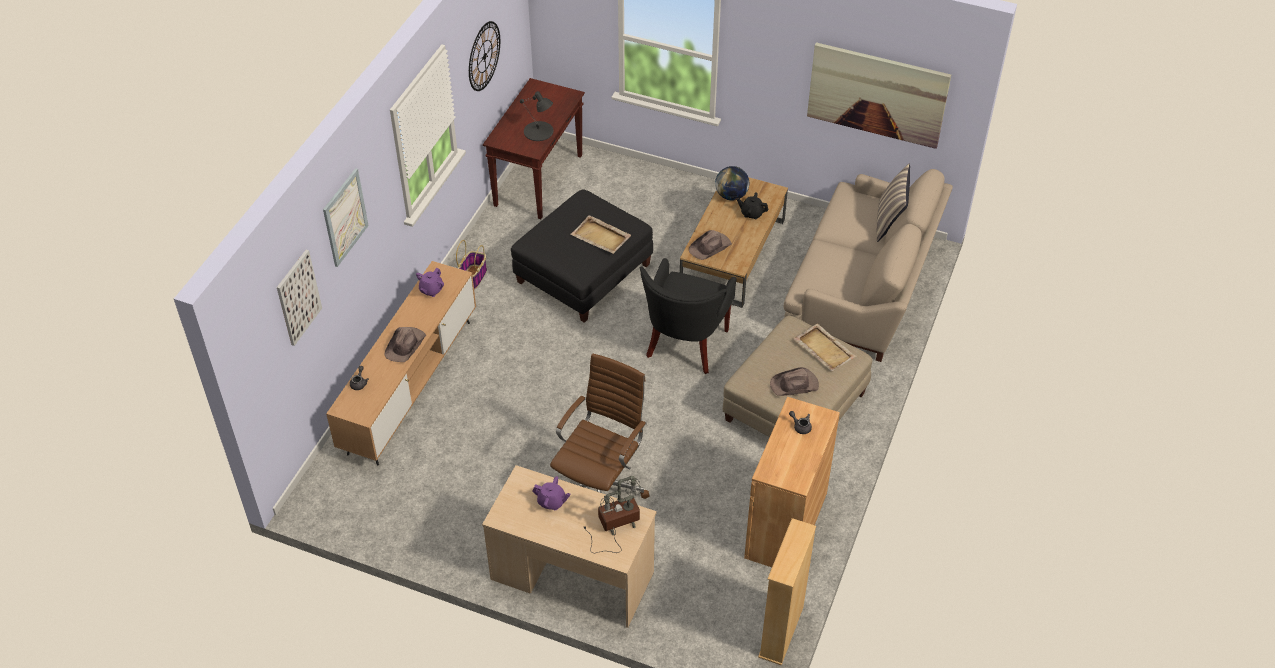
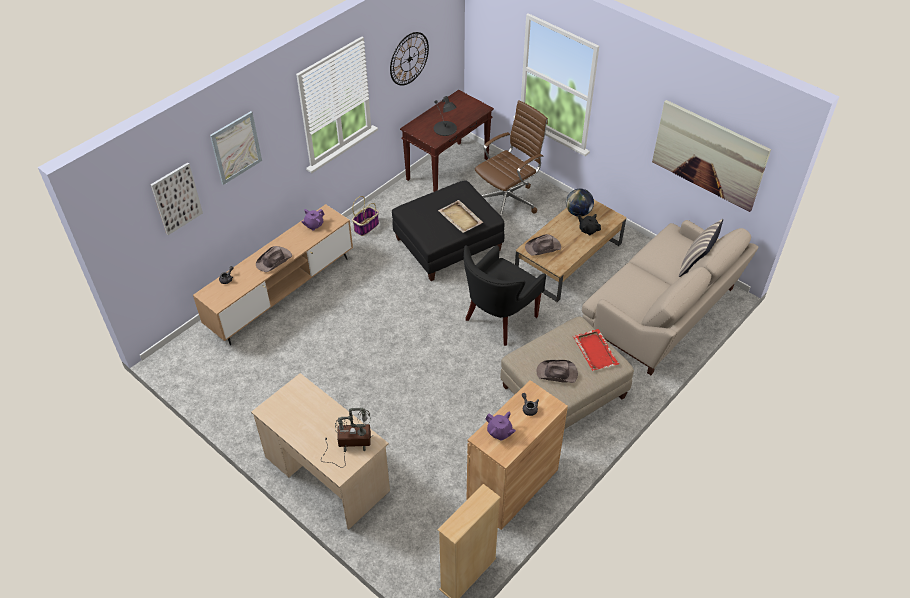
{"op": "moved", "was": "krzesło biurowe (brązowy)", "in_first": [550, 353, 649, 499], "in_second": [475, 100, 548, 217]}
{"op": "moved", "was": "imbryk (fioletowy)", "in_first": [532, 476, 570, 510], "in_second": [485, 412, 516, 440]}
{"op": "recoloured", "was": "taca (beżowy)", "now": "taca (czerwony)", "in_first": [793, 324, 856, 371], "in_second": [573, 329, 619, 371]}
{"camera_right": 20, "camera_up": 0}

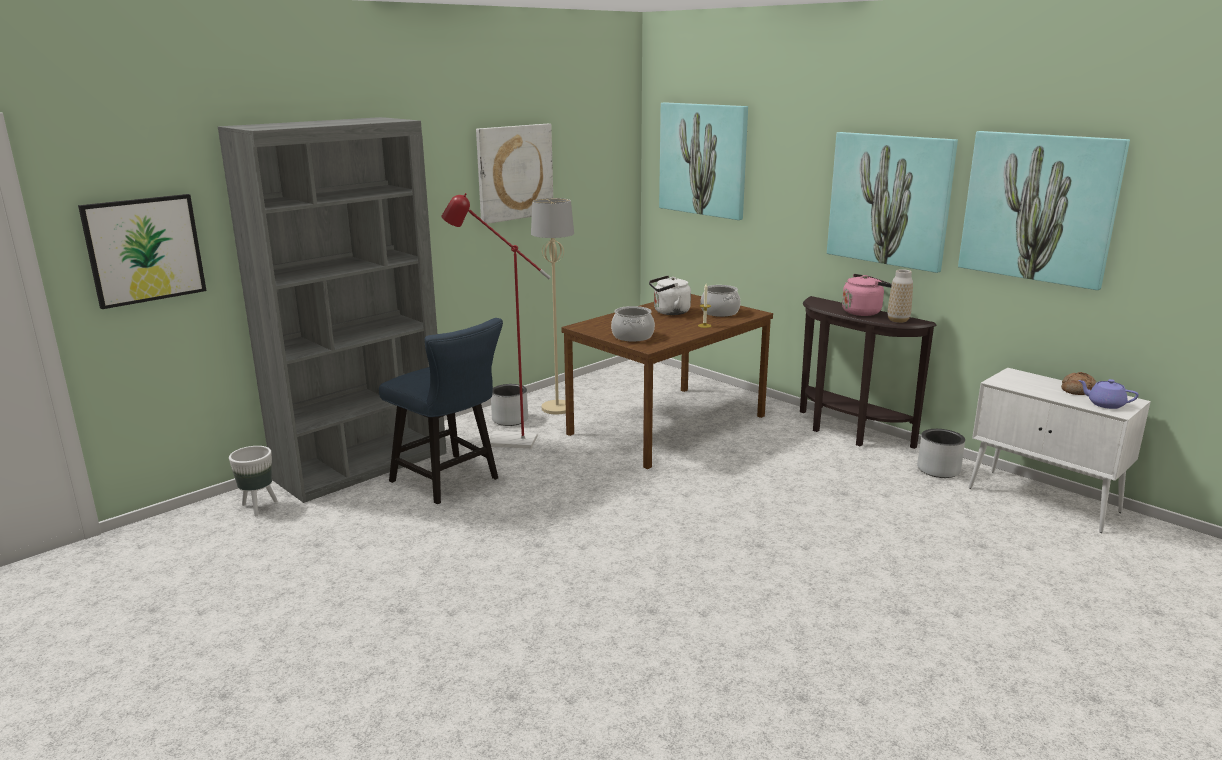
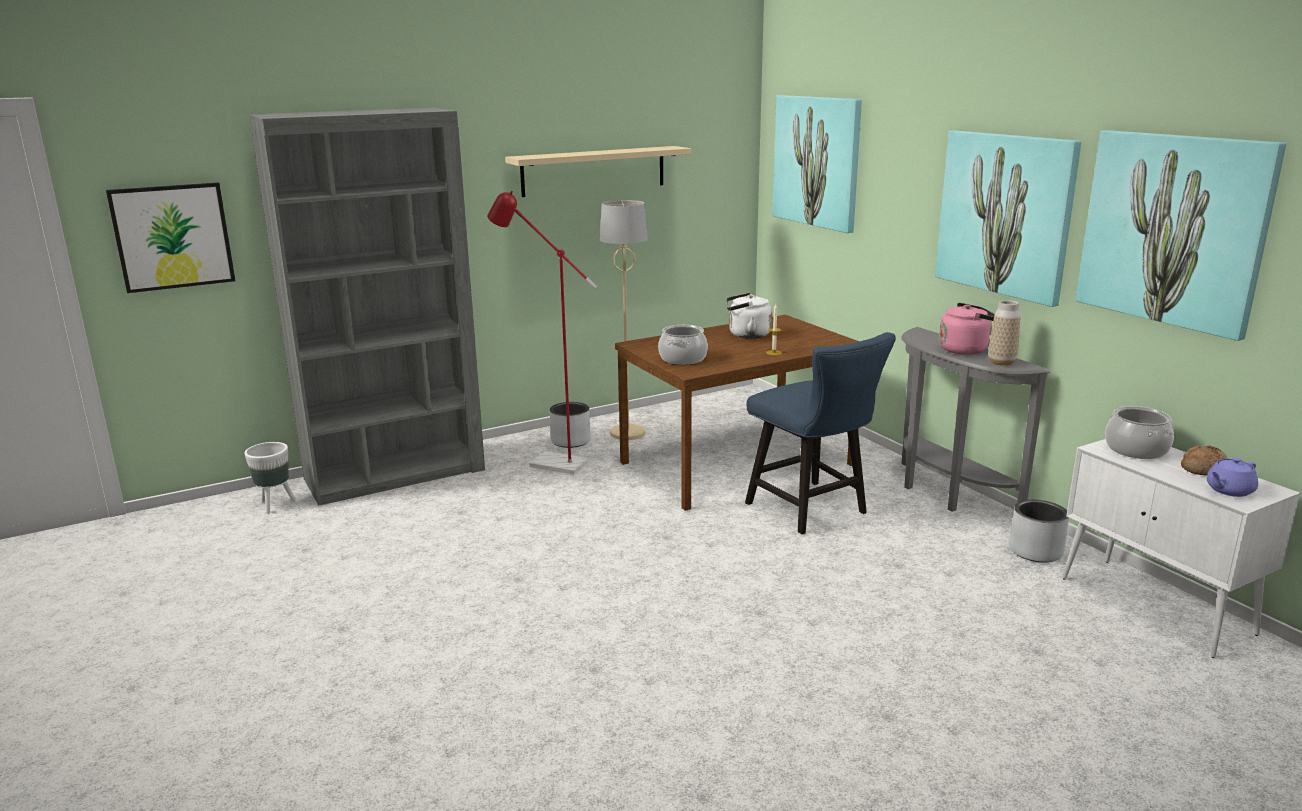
{"op": "replaced", "was": "obraz", "now": "półka (beżowy)", "in_first": [476, 124, 553, 224], "in_second": [505, 146, 691, 197]}
{"op": "moved", "was": "krzesło (niebieski)", "in_first": [379, 318, 503, 504], "in_second": [745, 332, 896, 534]}
{"op": "recoloured", "was": "stolik konsolowy (brązowy)", "now": "stolik konsolowy (szary)", "in_first": [800, 296, 937, 449], "in_second": [901, 327, 1050, 512]}
{"op": "moved", "was": "garnek", "in_first": [700, 285, 741, 317], "in_second": [1105, 406, 1174, 459]}
{"op": "turned", "was": "imbryk (fioletowy)", "in_first": [1078, 379, 1139, 409], "in_second": [1206, 457, 1258, 497], "clockwise": -75}
{"camera_right": 15, "camera_up": 0}

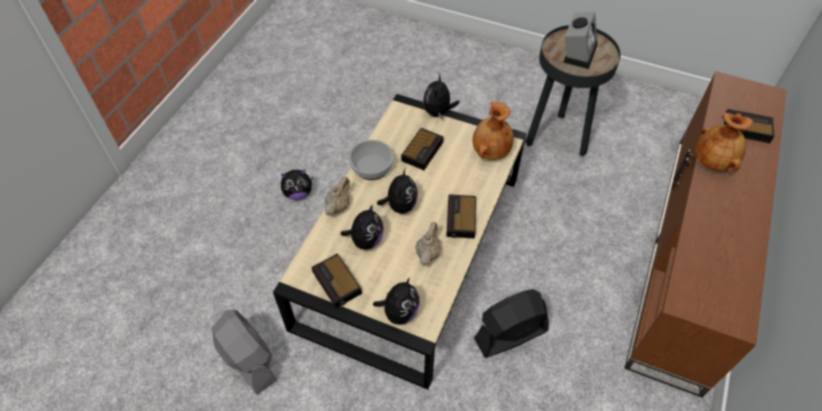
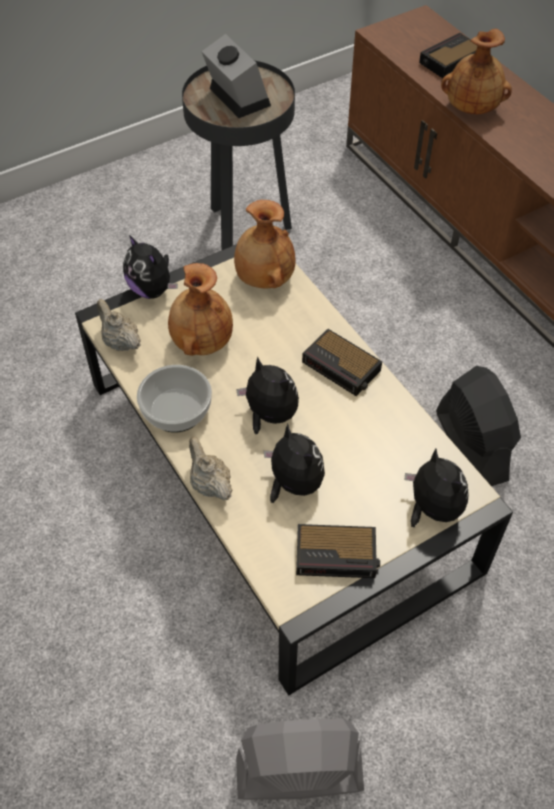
{"op": "moved", "was": "imbryk (beżowy)", "in_first": [416, 222, 441, 266], "in_second": [97, 299, 141, 351]}
{"op": "replaced", "was": "budzik", "now": "wazon (brązowy)", "in_first": [401, 128, 444, 170], "in_second": [168, 263, 233, 356]}
{"op": "turned", "was": "wentylator (czarny)", "in_first": [474, 289, 549, 358], "in_second": [436, 366, 521, 486], "clockwise": 150}
{"op": "removed", "was": "pluszak", "in_first": [281, 170, 313, 200]}
{"camera_right": -55, "camera_up": 0}

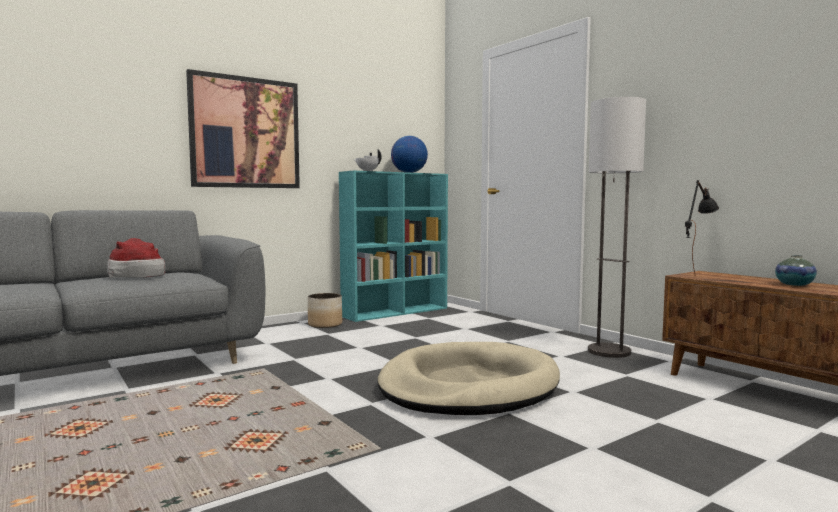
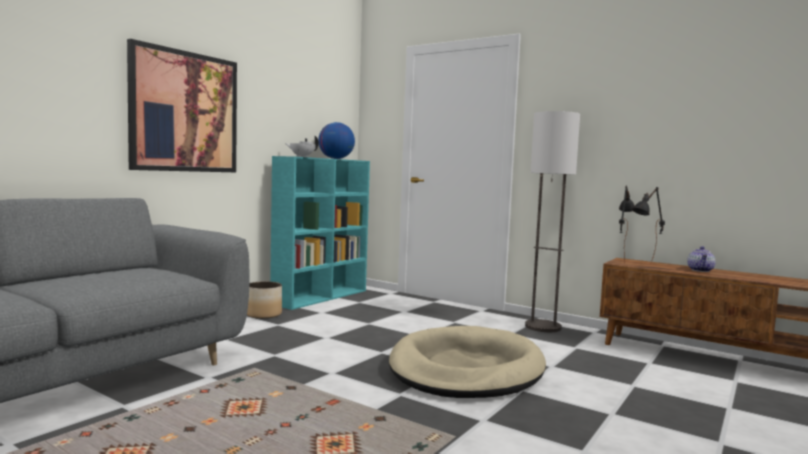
{"op": "added", "now": "lampa stołowa (czarny)", "in_second": [632, 187, 665, 262]}
{"op": "replaced", "was": "wazon", "now": "imbryk", "in_first": [775, 255, 817, 286], "in_second": [687, 246, 715, 272]}
{"op": "removed", "was": "kapelusz", "in_first": [107, 238, 165, 278]}
{"camera_right": -20, "camera_up": 0}

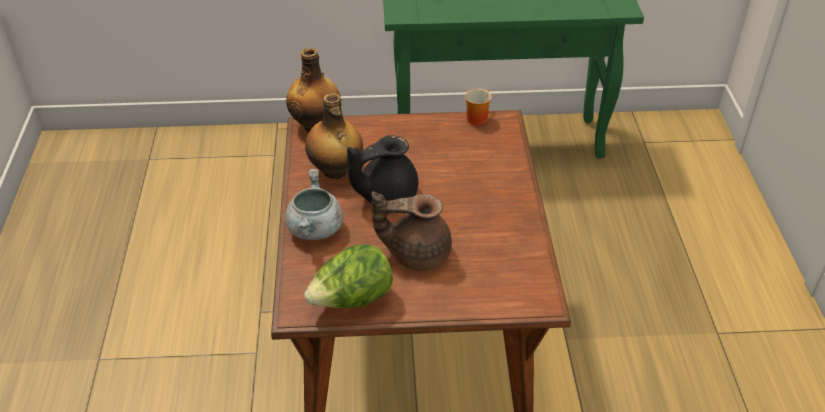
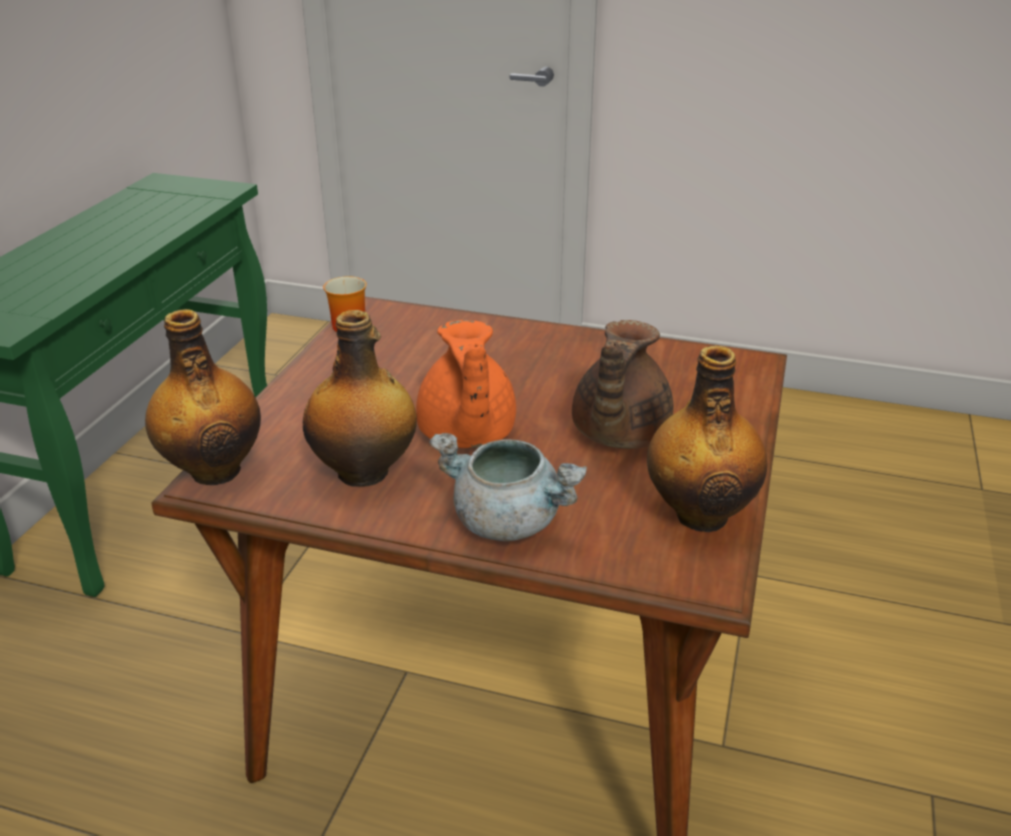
{"op": "recoloured", "was": "imbryk (czarny)", "now": "imbryk (pomarańczowy)", "in_first": [347, 135, 418, 204], "in_second": [416, 320, 516, 448]}
{"op": "replaced", "was": "sałata", "now": "butelka", "in_first": [304, 244, 393, 308], "in_second": [647, 345, 767, 532]}
{"camera_right": -70, "camera_up": -10}

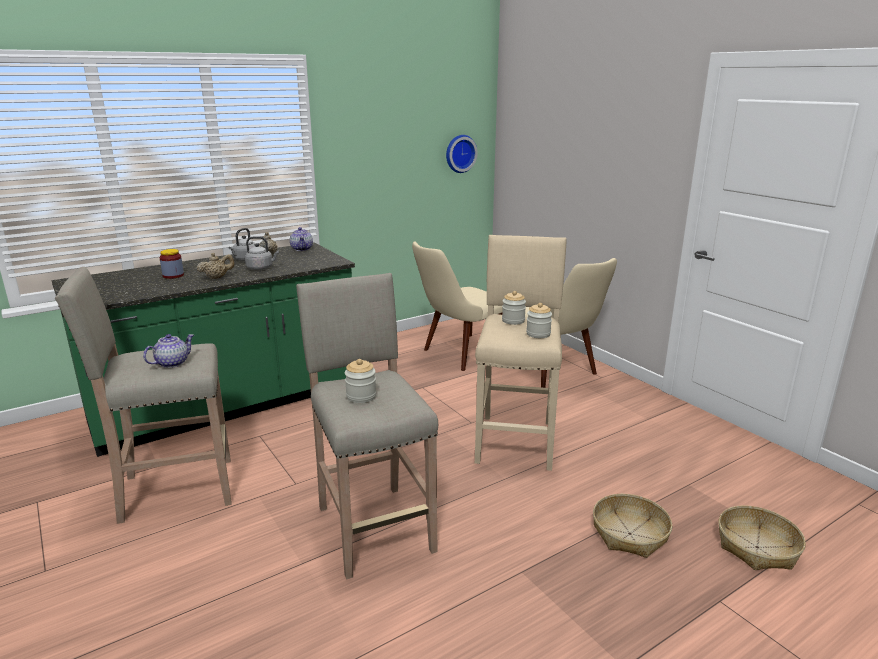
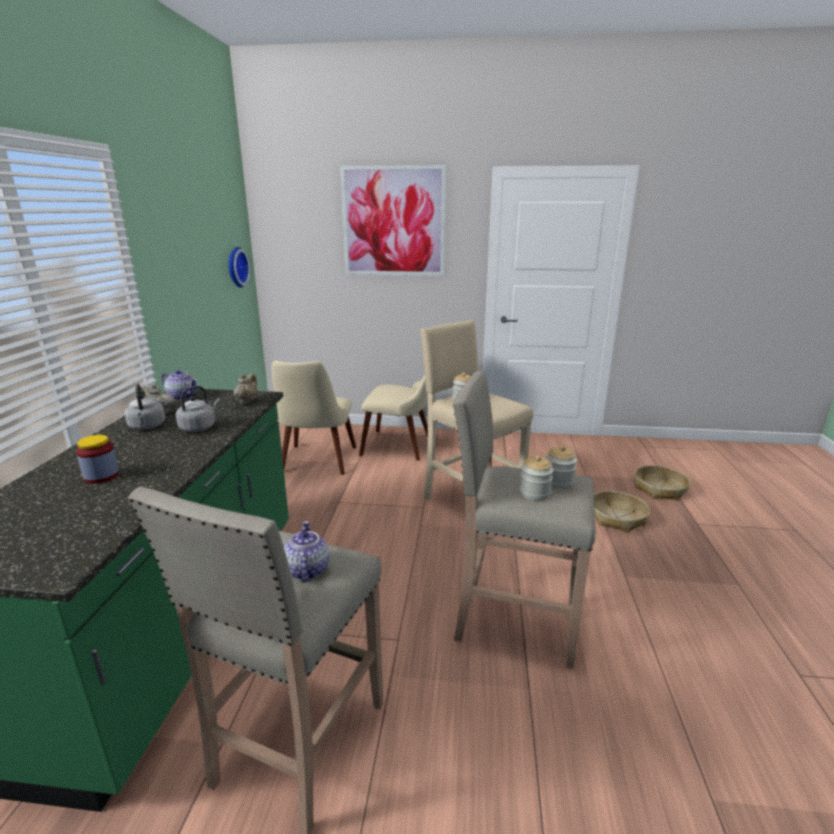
{"op": "moved", "was": "imbryk (beżowy)", "in_first": [196, 253, 235, 279], "in_second": [233, 373, 258, 404]}
{"op": "added", "now": "obraz", "in_second": [340, 165, 446, 276]}
{"op": "moved", "was": "słoik", "in_first": [526, 303, 552, 338], "in_second": [546, 445, 577, 489]}
{"camera_right": -50, "camera_up": 0}

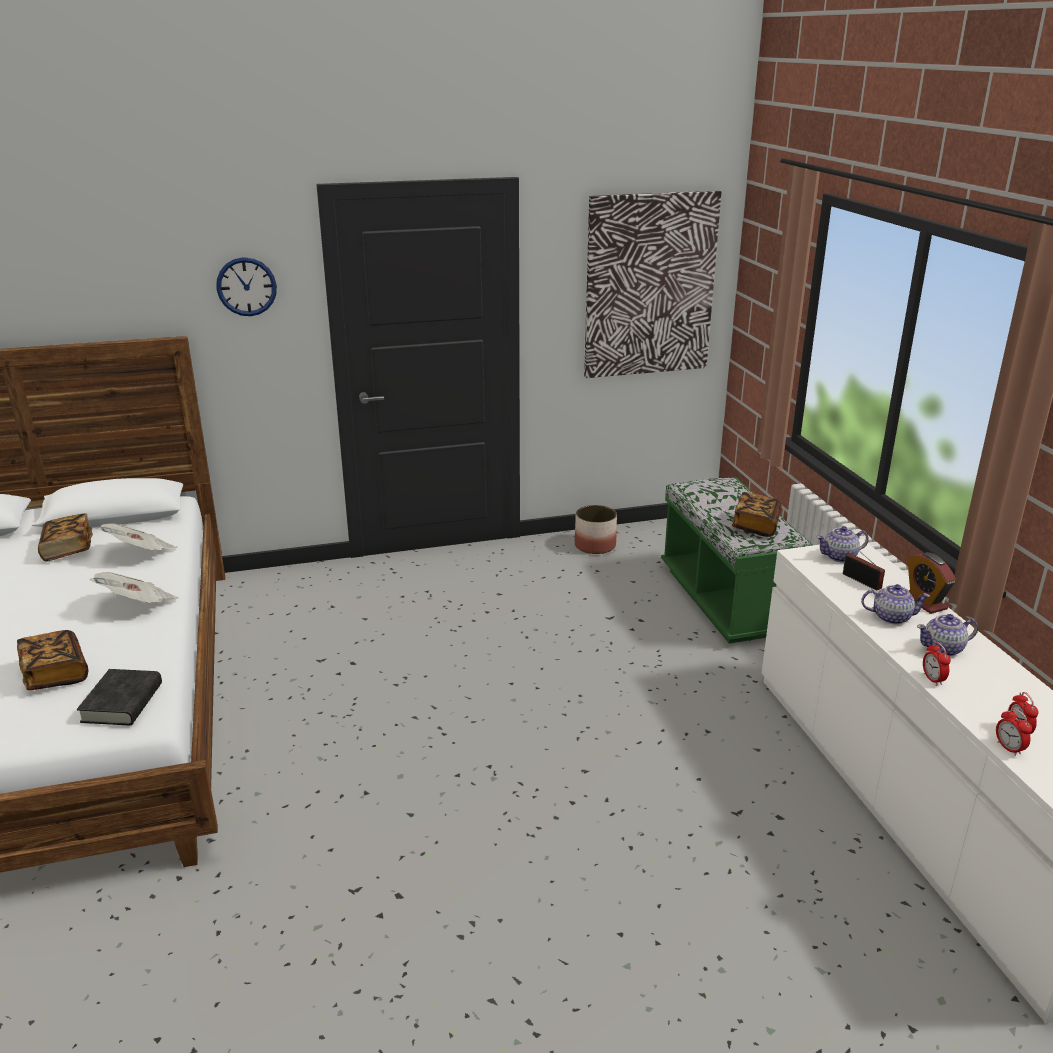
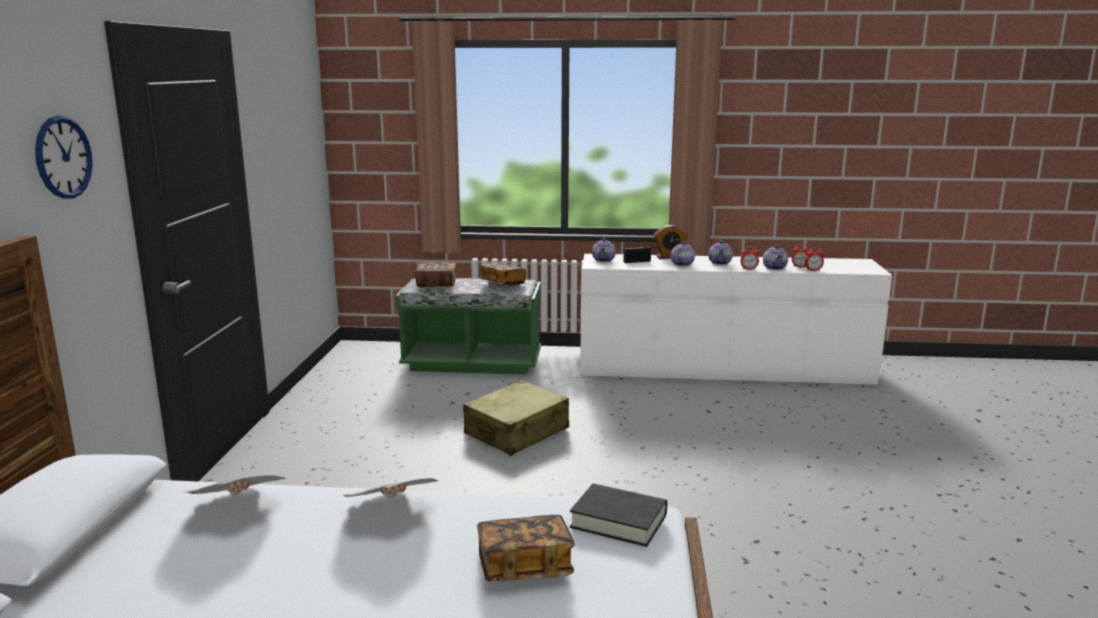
{"op": "moved", "was": "książka", "in_first": [38, 513, 93, 562], "in_second": [415, 262, 457, 287]}
{"op": "added", "now": "walizka (beżowy)", "in_second": [463, 380, 569, 455]}
{"op": "added", "now": "imbryk", "in_second": [763, 245, 788, 270]}
{"op": "removed", "was": "donica", "in_first": [575, 505, 617, 554]}
{"op": "removed", "was": "obraz", "in_first": [584, 190, 721, 378]}
{"camera_right": -70, "camera_up": -10}

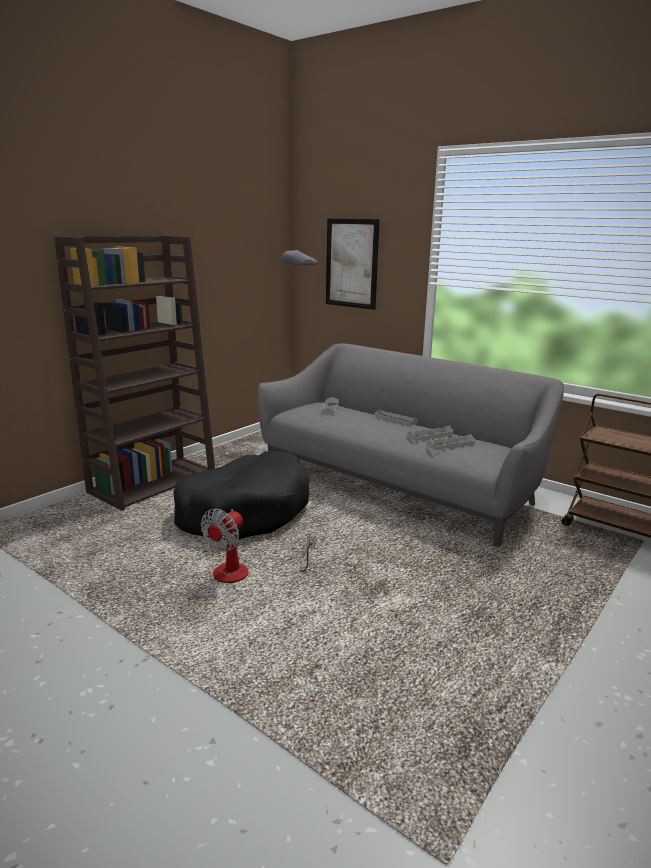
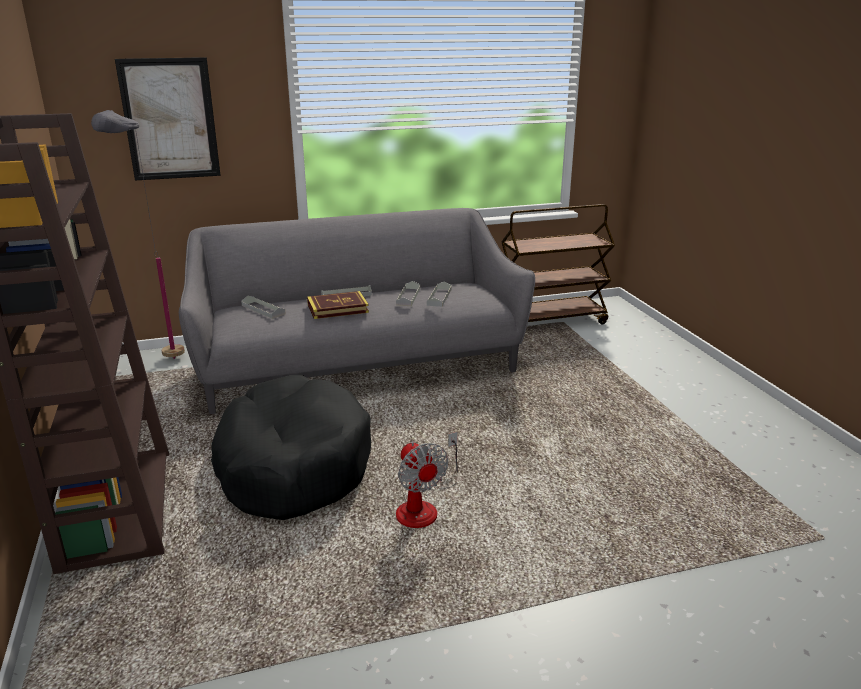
{"op": "added", "now": "książka", "in_second": [307, 291, 369, 319]}
{"camera_right": -55, "camera_up": 5}

